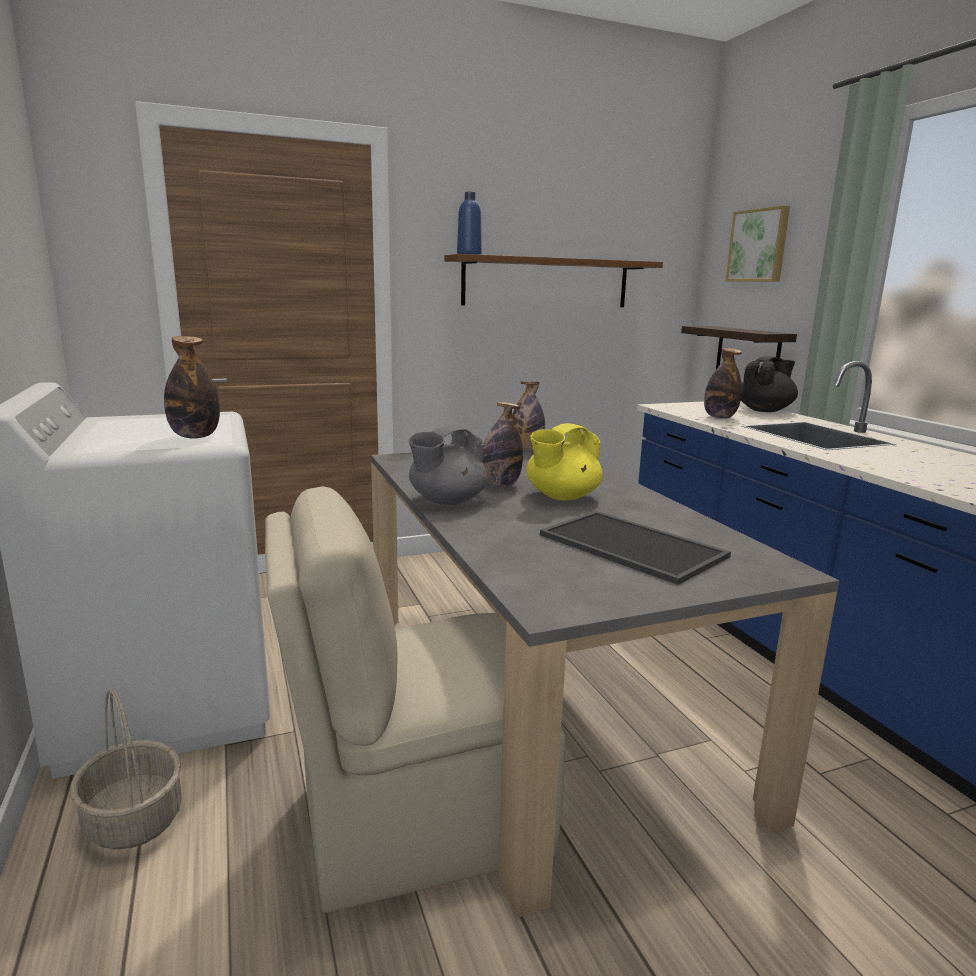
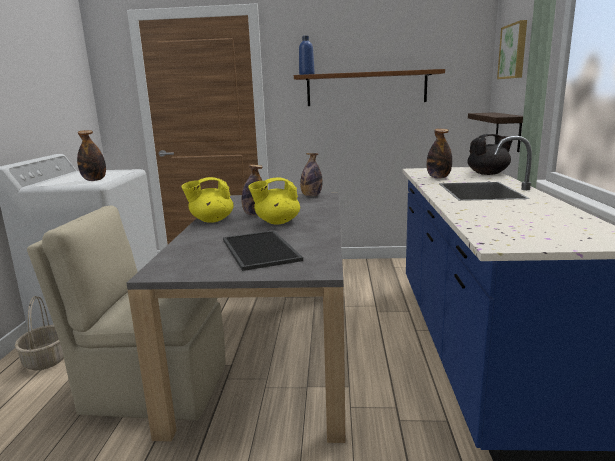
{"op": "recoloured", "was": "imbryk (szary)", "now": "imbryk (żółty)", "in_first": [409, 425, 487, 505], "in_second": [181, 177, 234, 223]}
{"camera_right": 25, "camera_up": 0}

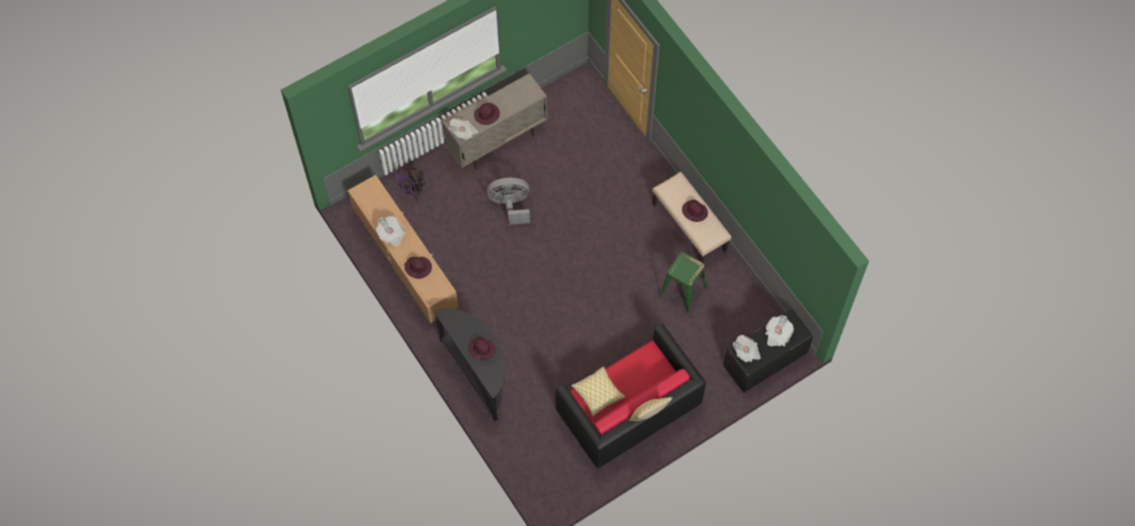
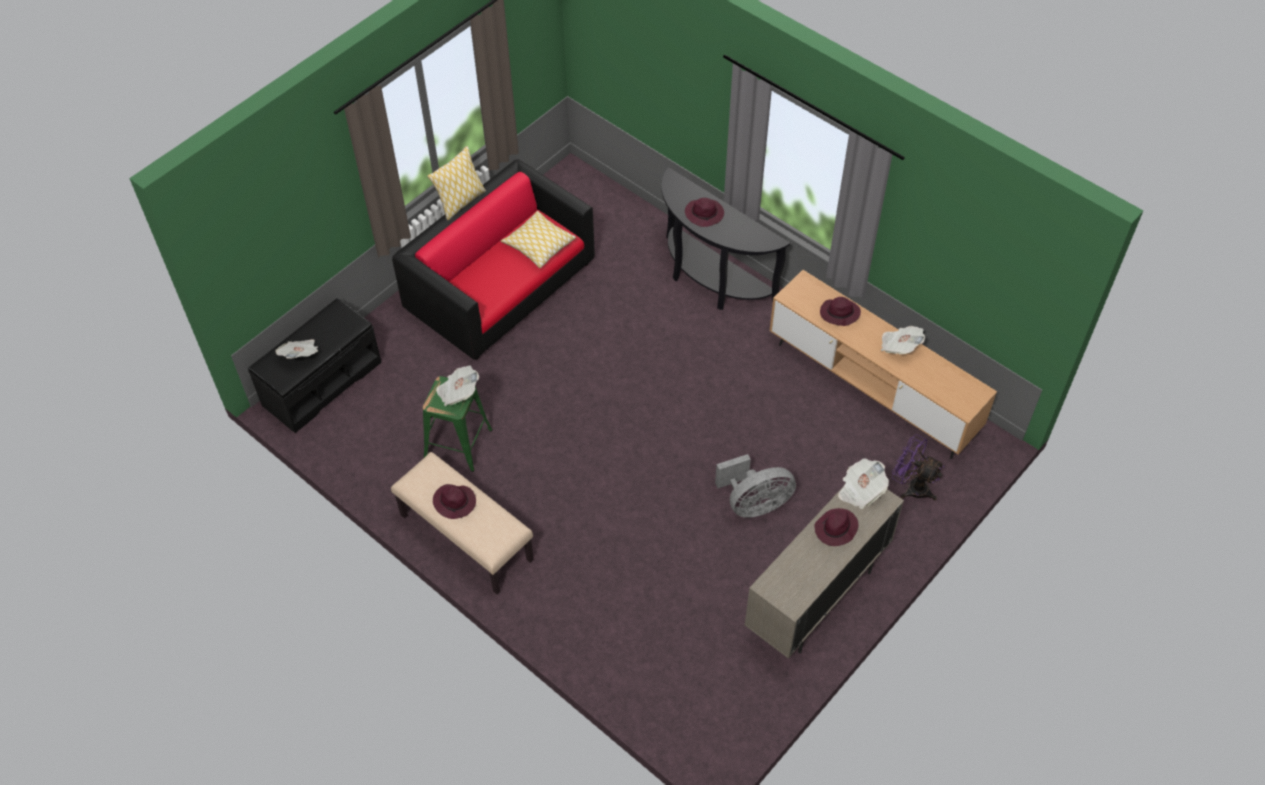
{"op": "moved", "was": "gazeta", "in_first": [733, 335, 761, 362], "in_second": [436, 365, 479, 406]}
{"op": "turned", "was": "wentylator (fioletowy)", "in_first": [392, 167, 426, 201], "in_second": [892, 434, 944, 500], "clockwise": -90}
{"camera_right": 165, "camera_up": -10}

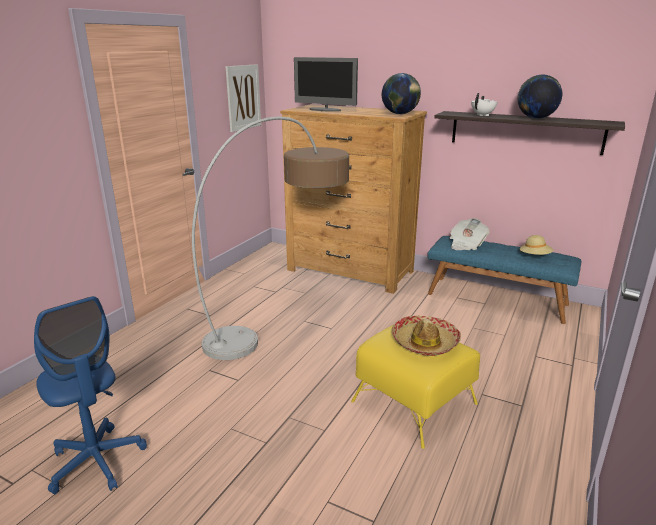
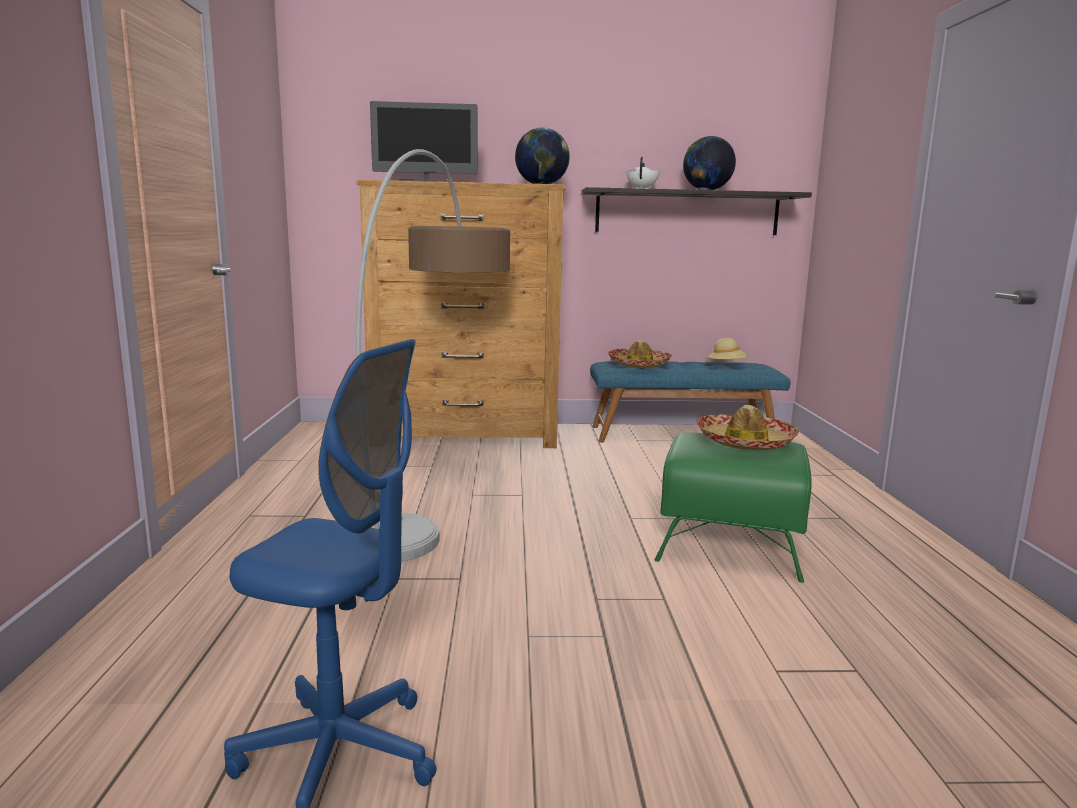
{"op": "replaced", "was": "gazeta", "now": "kapelusz", "in_first": [450, 218, 489, 250], "in_second": [608, 340, 672, 368]}
{"op": "recoloured", "was": "pufa (żółty)", "now": "pufa (zielony)", "in_first": [351, 325, 480, 449], "in_second": [654, 432, 812, 583]}
{"op": "removed", "was": "obraz", "in_first": [226, 64, 261, 132]}
{"camera_right": -30, "camera_up": -10}

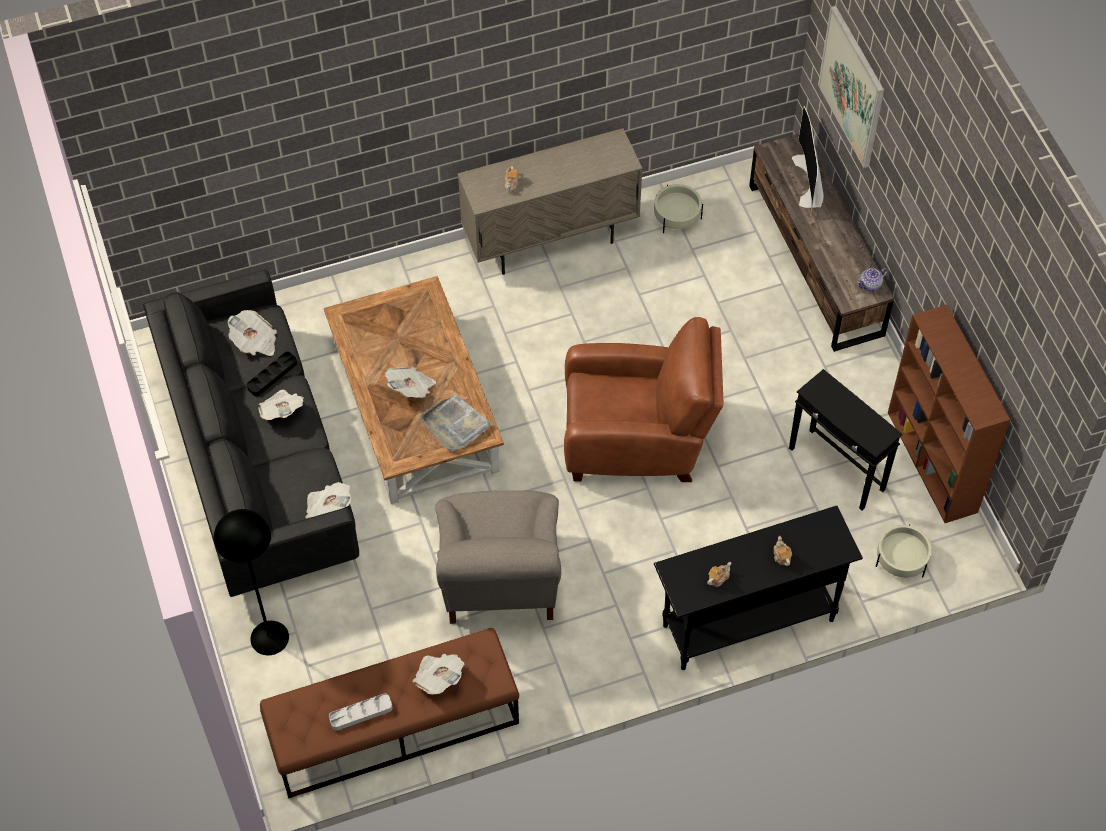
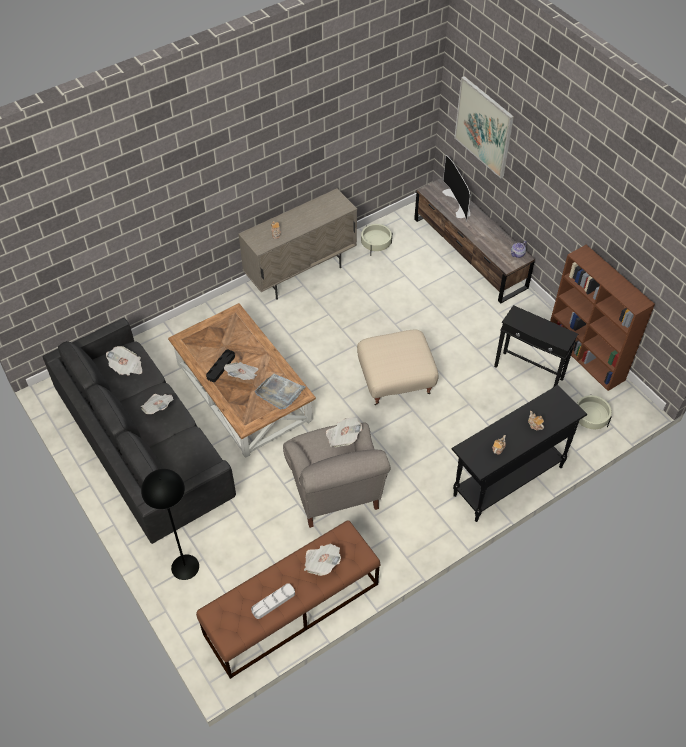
{"op": "moved", "was": "taca (czarny)", "in_first": [247, 351, 297, 396], "in_second": [206, 349, 235, 382]}
{"op": "moved", "was": "gazeta", "in_first": [306, 482, 351, 519], "in_second": [326, 418, 362, 447]}
{"op": "replaced", "was": "fotel (brązowy)", "now": "pufa (beżowy)", "in_first": [564, 317, 724, 482], "in_second": [357, 330, 439, 405]}
{"camera_right": -15, "camera_up": -5}

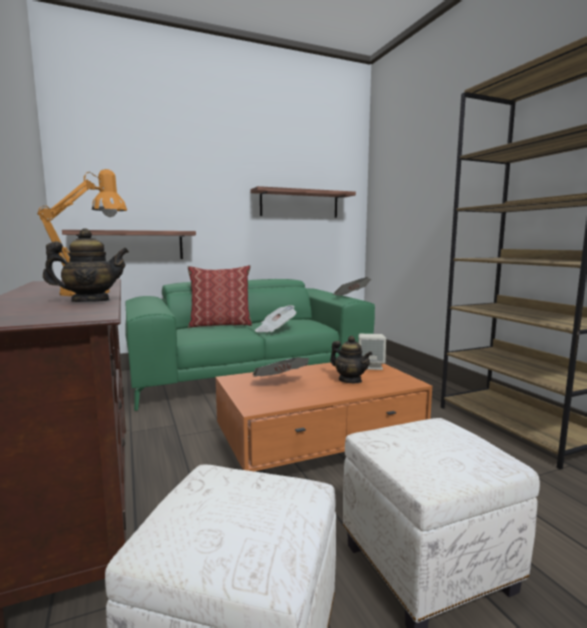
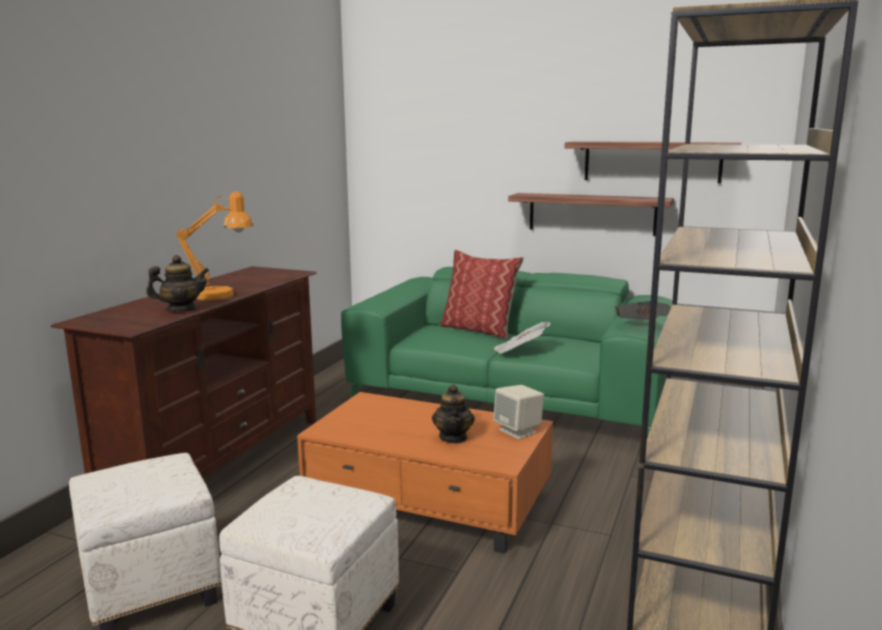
{"op": "turned", "was": "imbryk", "in_first": [43, 228, 129, 302], "in_second": [146, 255, 209, 312], "clockwise": -45}
{"op": "moved", "was": "półka", "in_first": [62, 230, 196, 259], "in_second": [508, 193, 674, 236]}
{"op": "removed", "was": "gazeta", "in_first": [253, 357, 309, 377]}
{"camera_right": 45, "camera_up": 5}

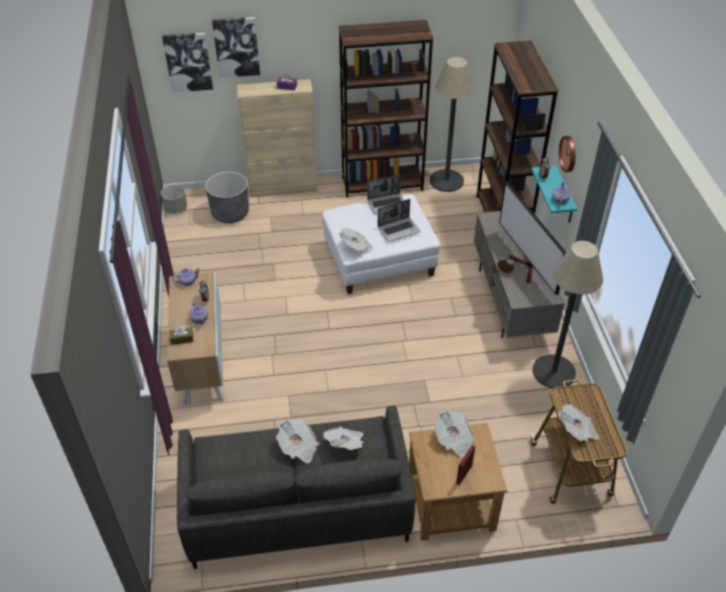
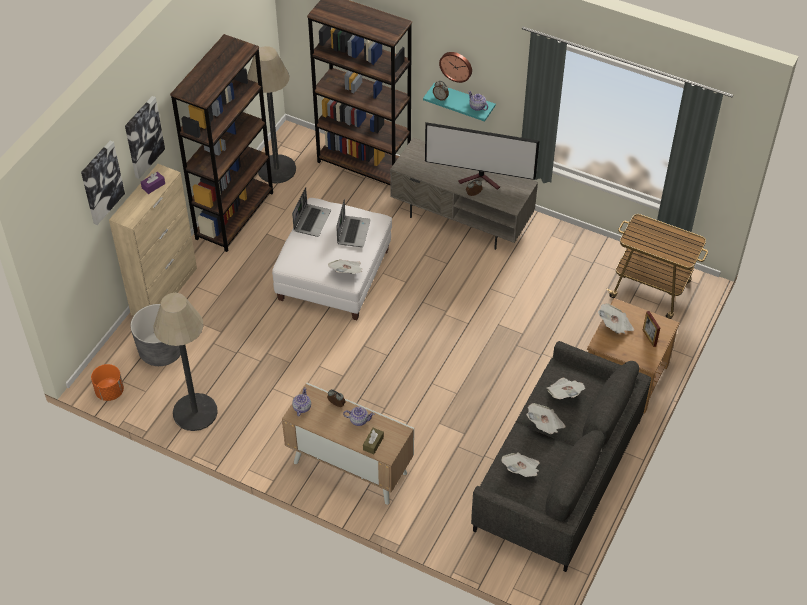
{"op": "recoloured", "was": "donica (szary)", "now": "donica (pomarańczowy)", "in_first": [161, 185, 187, 214], "in_second": [91, 364, 124, 401]}
{"op": "moved", "was": "obraz", "in_first": [162, 33, 213, 93], "in_second": [125, 96, 165, 179]}
{"op": "moved", "was": "lampa stojąca", "in_first": [533, 241, 603, 388], "in_second": [153, 293, 218, 431]}
{"op": "moved", "was": "gazeta", "in_first": [559, 404, 599, 442], "in_second": [501, 452, 540, 477]}
{"camera_right": -55, "camera_up": 5}

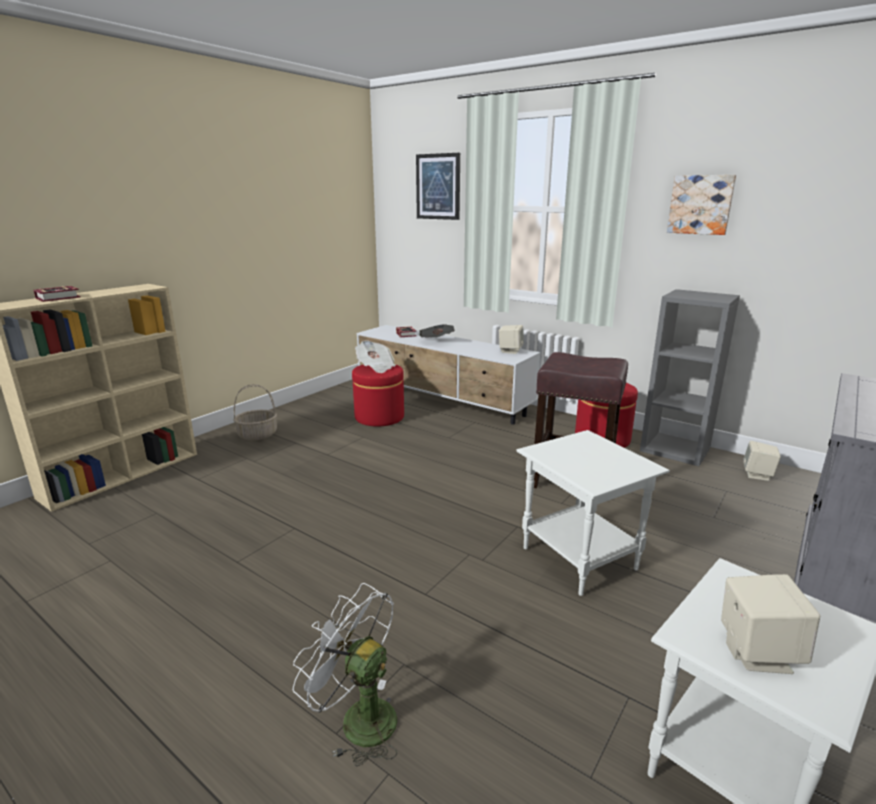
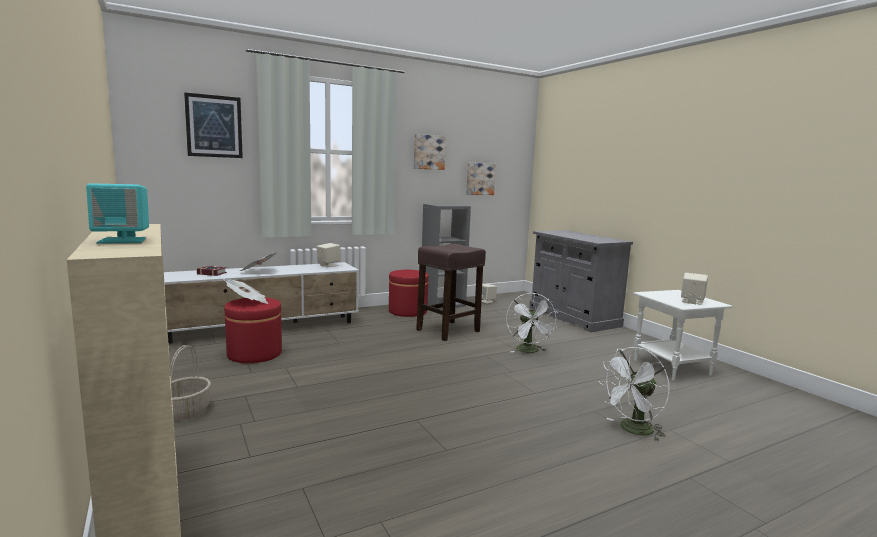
{"op": "replaced", "was": "książka", "now": "głośnik (turkusowy)", "in_first": [34, 286, 81, 302], "in_second": [86, 183, 149, 244]}
{"op": "added", "now": "obraz", "in_second": [466, 163, 496, 195]}
{"op": "replaced", "was": "stolik (biały)", "now": "wentylator (biały)", "in_first": [516, 430, 670, 596], "in_second": [506, 293, 558, 353]}
{"camera_right": -65, "camera_up": -10}

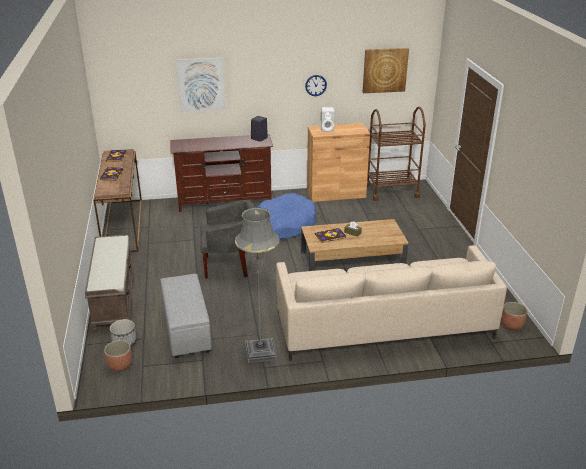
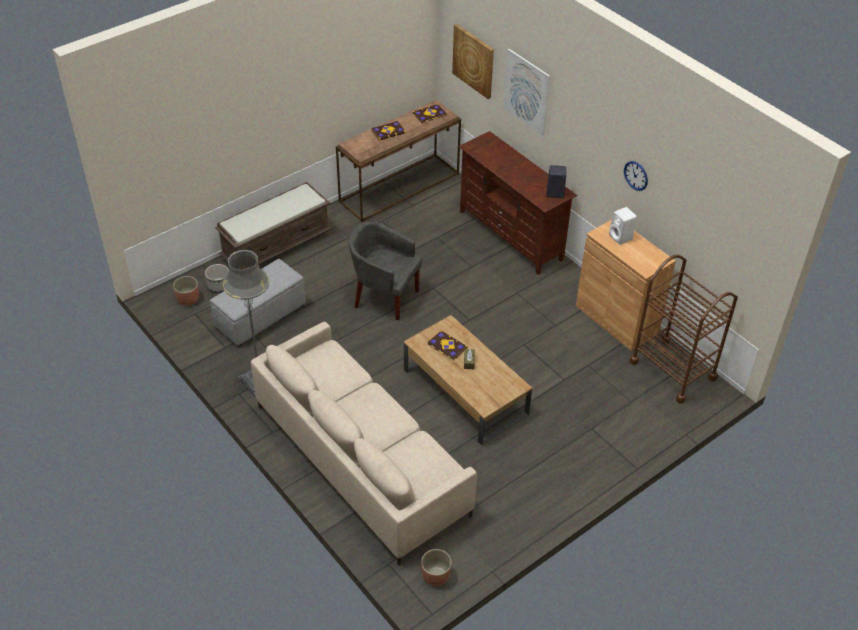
{"op": "turned", "was": "fotel (szary)", "in_first": [200, 200, 254, 278], "in_second": [349, 222, 422, 320], "clockwise": 150}
{"op": "moved", "was": "obraz", "in_first": [363, 48, 409, 93], "in_second": [452, 24, 494, 99]}
{"op": "removed", "was": "legowisko (niebieski)", "in_first": [257, 193, 316, 239]}
{"camera_right": 60, "camera_up": 15}

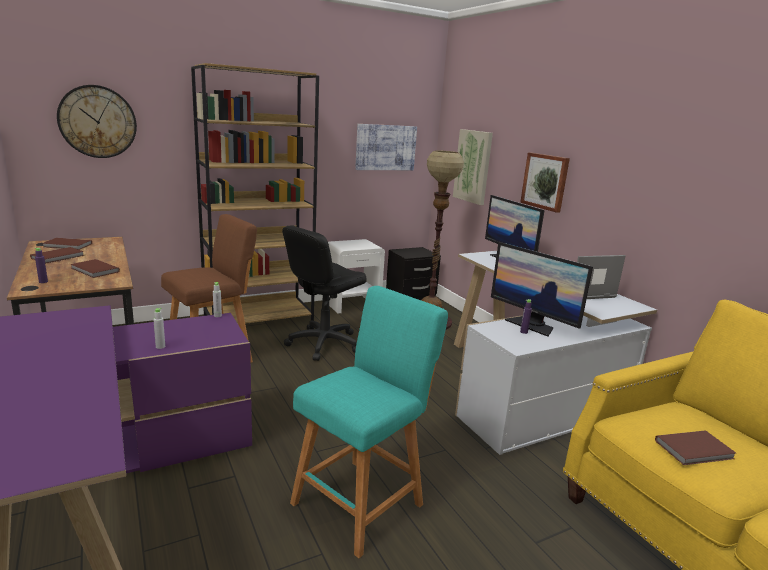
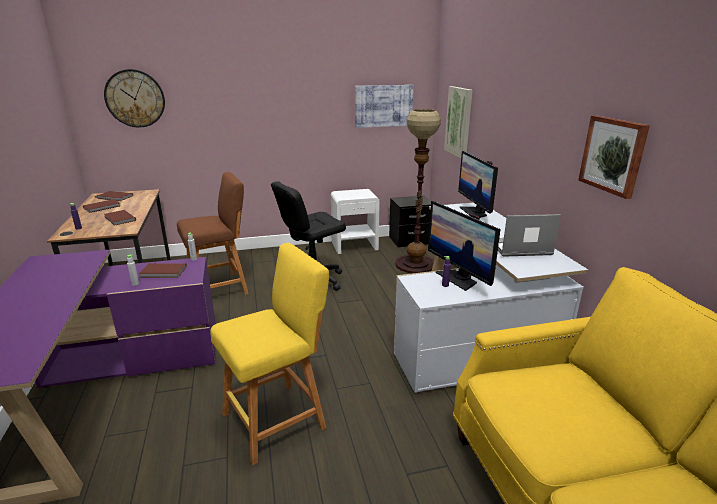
{"op": "moved", "was": "książka (brązowy)", "in_first": [655, 431, 736, 465], "in_second": [139, 263, 187, 278]}
{"op": "recoloured", "was": "stołek (turkusowy)", "now": "stołek (żółty)", "in_first": [290, 286, 448, 558], "in_second": [210, 243, 329, 465]}
{"op": "moved", "was": "obraz", "in_first": [520, 152, 570, 213], "in_second": [578, 115, 650, 199]}
{"op": "removed", "was": "regał (brązowy)", "in_first": [191, 63, 319, 324]}
{"camera_right": 15, "camera_up": 5}

